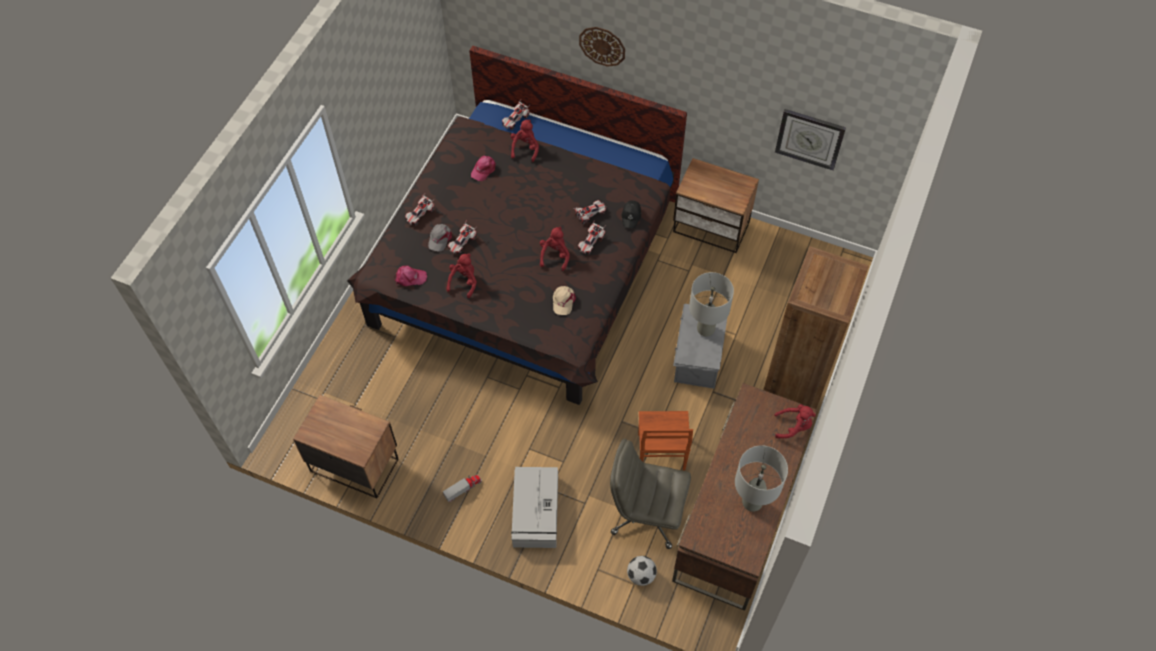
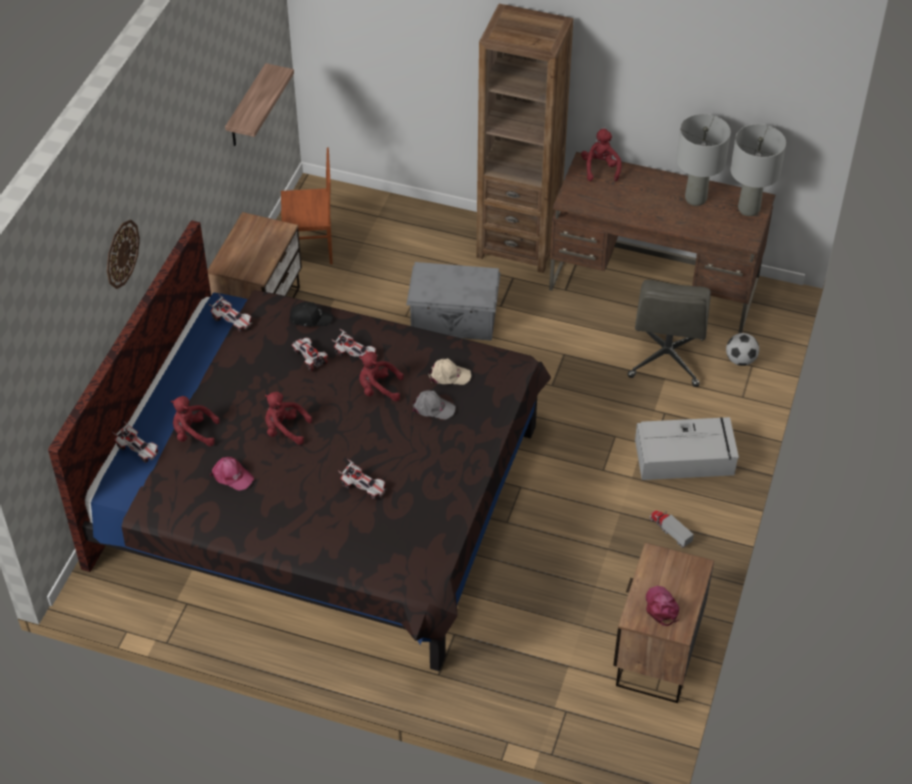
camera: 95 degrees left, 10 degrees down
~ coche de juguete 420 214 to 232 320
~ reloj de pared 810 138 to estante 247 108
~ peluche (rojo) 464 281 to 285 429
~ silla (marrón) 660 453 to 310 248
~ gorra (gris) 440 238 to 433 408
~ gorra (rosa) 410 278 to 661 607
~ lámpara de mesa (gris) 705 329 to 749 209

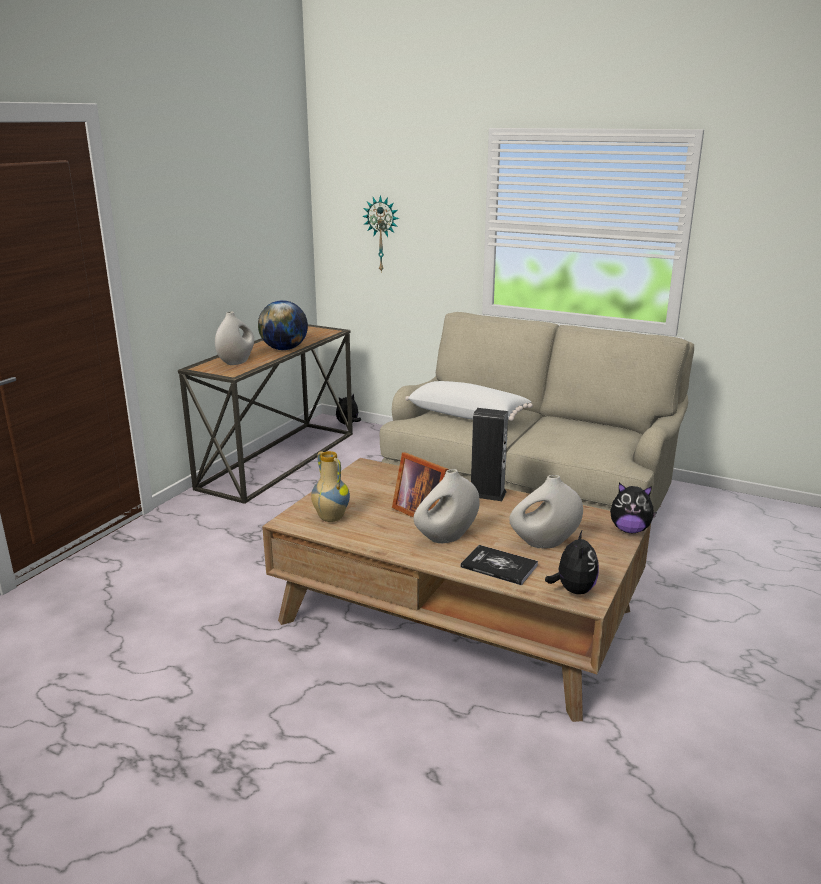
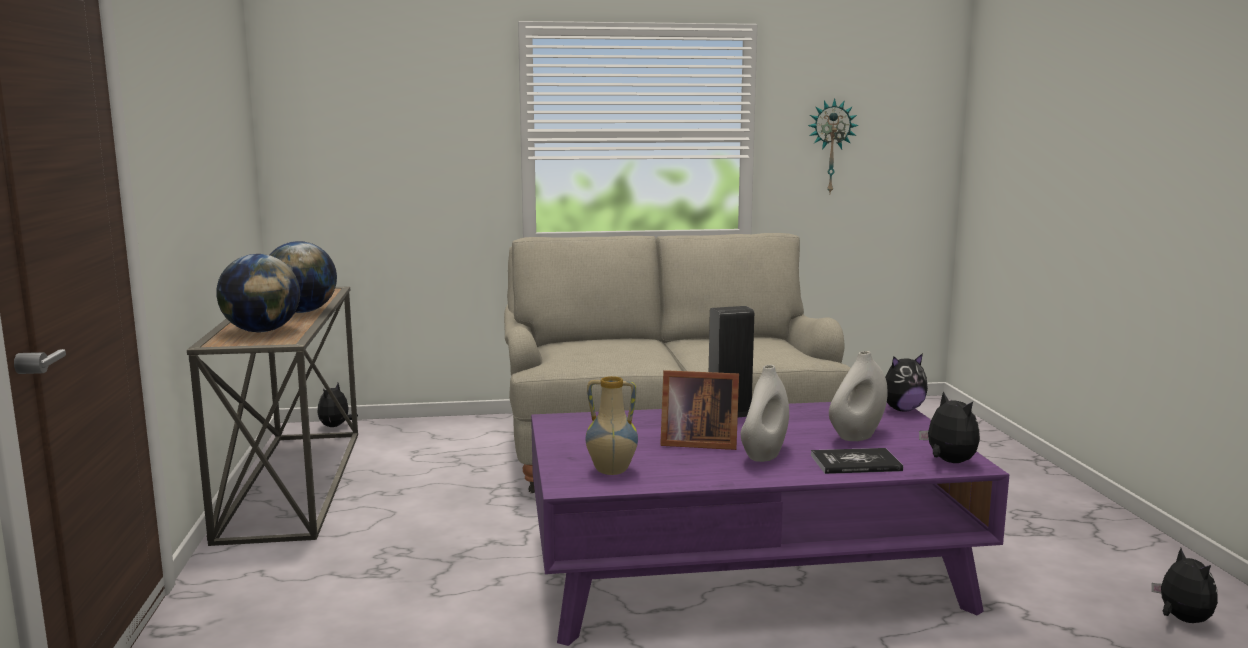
camera: 35 degrees left, 10 degrees down
~ florero (blanco) 236 362 to globo terráqueo 262 331
~ mesa de centro (marrón) 457 616 to mesa de centro (morado) 746 569
~ reloj de pared 382 234 to 830 146
+ peluche 1181 619
- cojín (blanco) 468 415

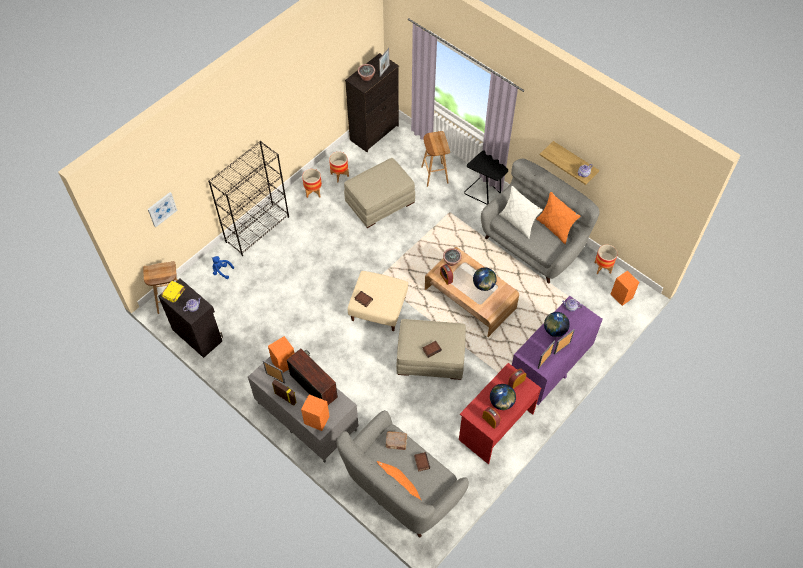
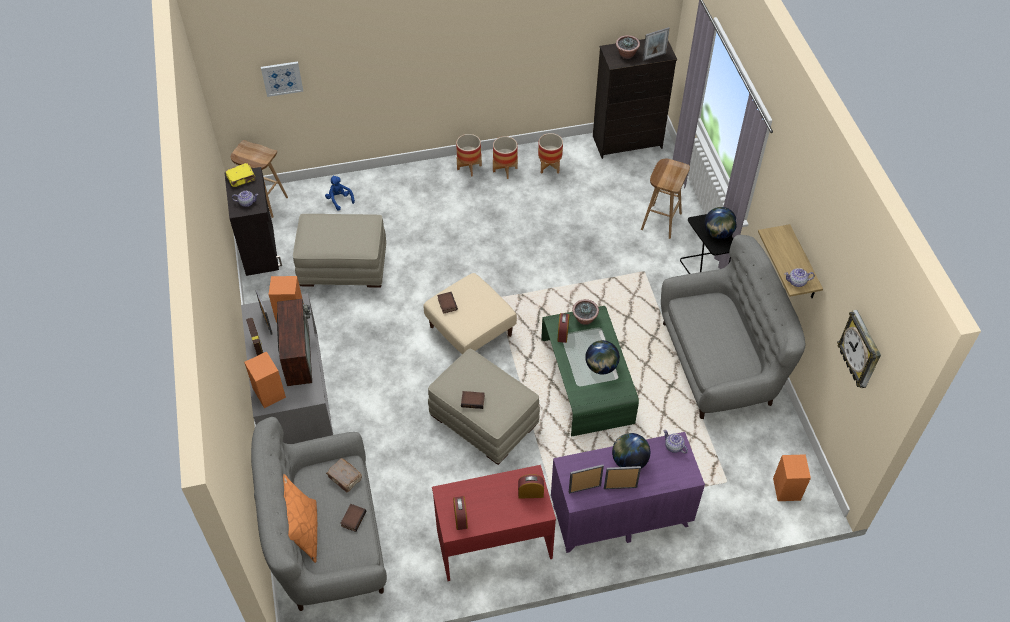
camera: 35 degrees right, 5 degrees down
~ puf (beis) 380 201 to 343 264
~ maceta 602 267 to 469 167
~ mesa de centro (marrón) 470 298 to mesa de centro (verde) 586 380
~ globo terráqueo 501 402 to 718 233
+ reloj de pared 860 350
- estantería (negro) 257 229
- cojín (blanco) 518 222
- cojín (naranja) 555 228

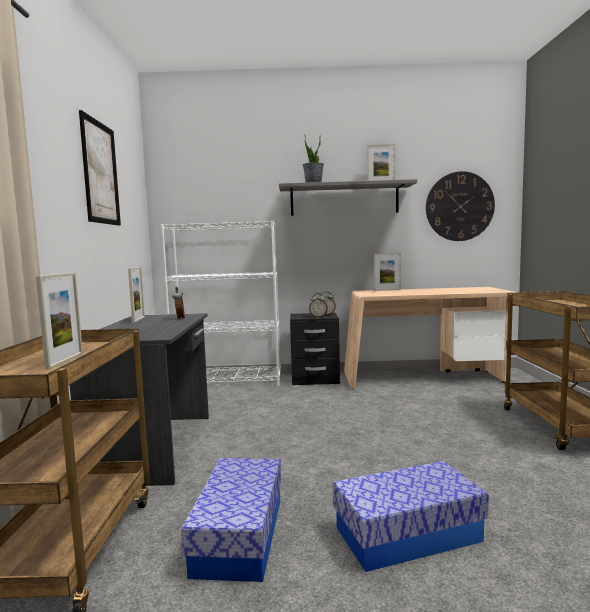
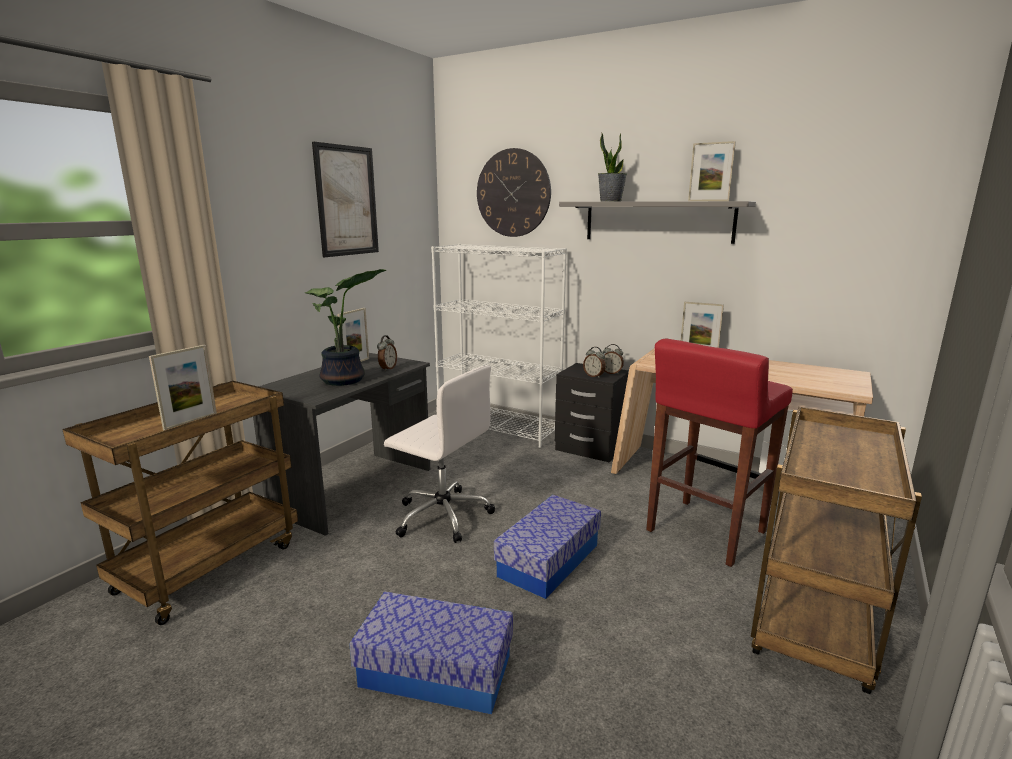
camera: 30 degrees right, 10 degrees up
+ planta en maceta 344 381
+ silla de oficina (blanco) 441 515
~ reloj de pared 459 206 to 513 193
~ caja de almacenaje 240 535 to 549 560
+ taburete (rojo) 704 532

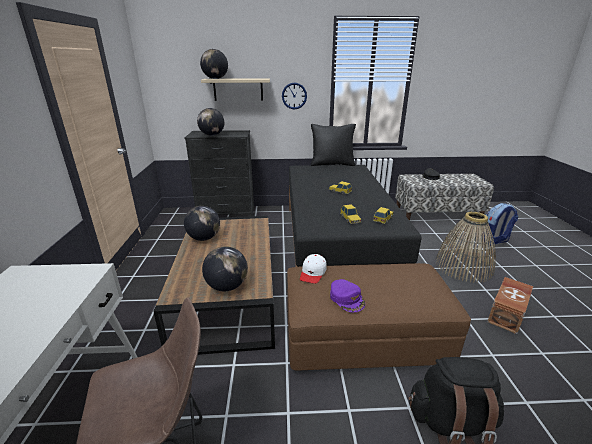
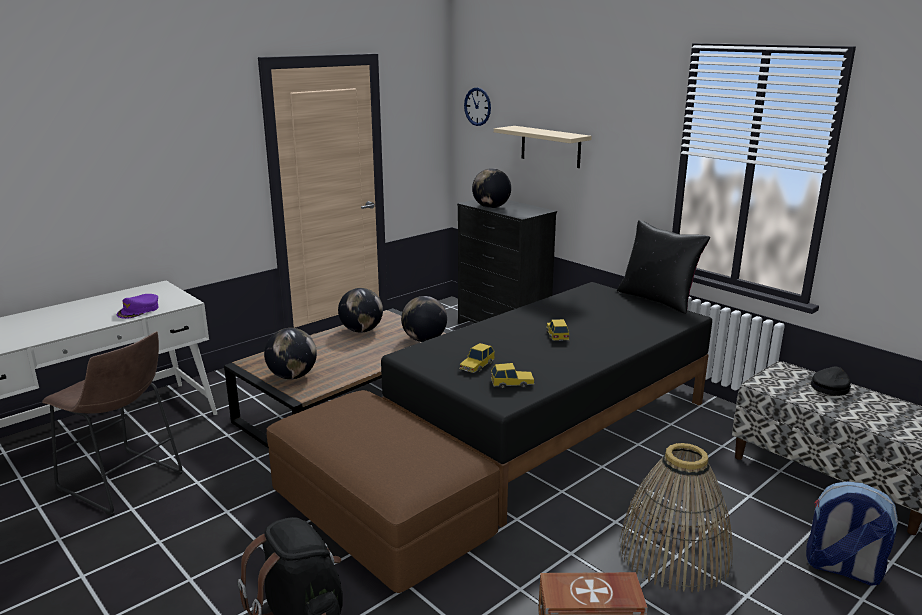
camera: 50 degrees right, 5 degrees down
~ gorra (morado) 347 298 to 139 310
~ globo terráqueo 215 79 to 424 340
~ reloj de pared 294 96 to 477 106
- gorra (blanco) 313 273

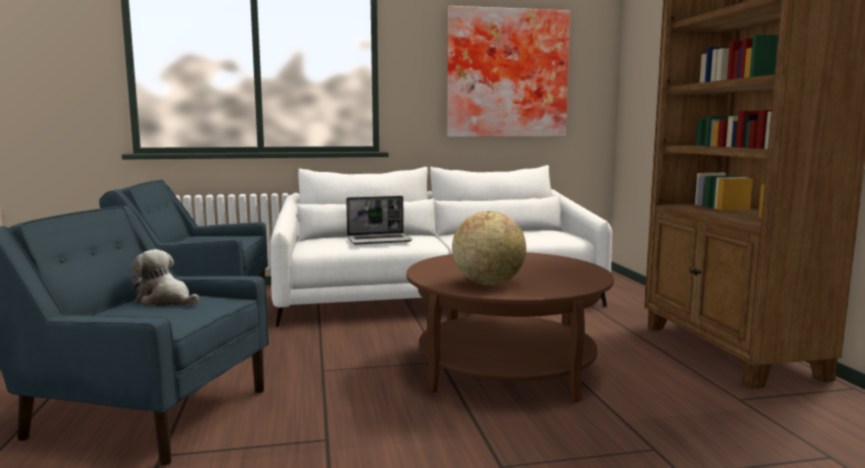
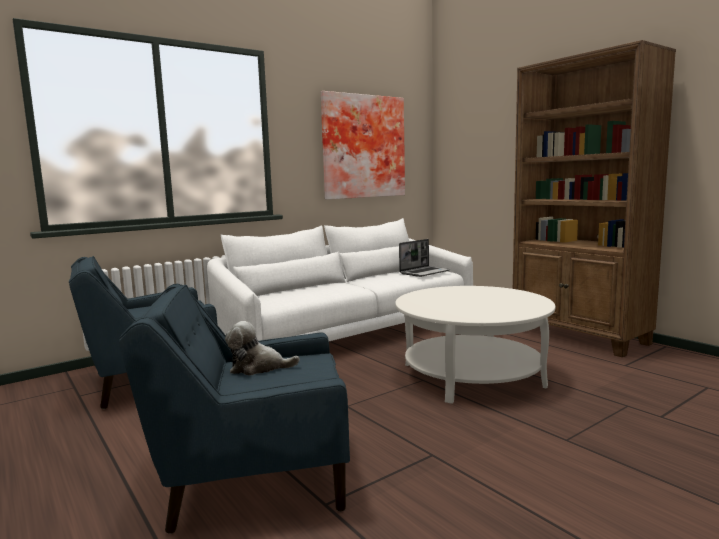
camera: 25 degrees left, 0 degrees up
~ mesa de centro (marrón) 506 368 to mesa de centro (blanco) 472 375
~ portátil 379 240 to 424 272
- globo terráqueo 488 283

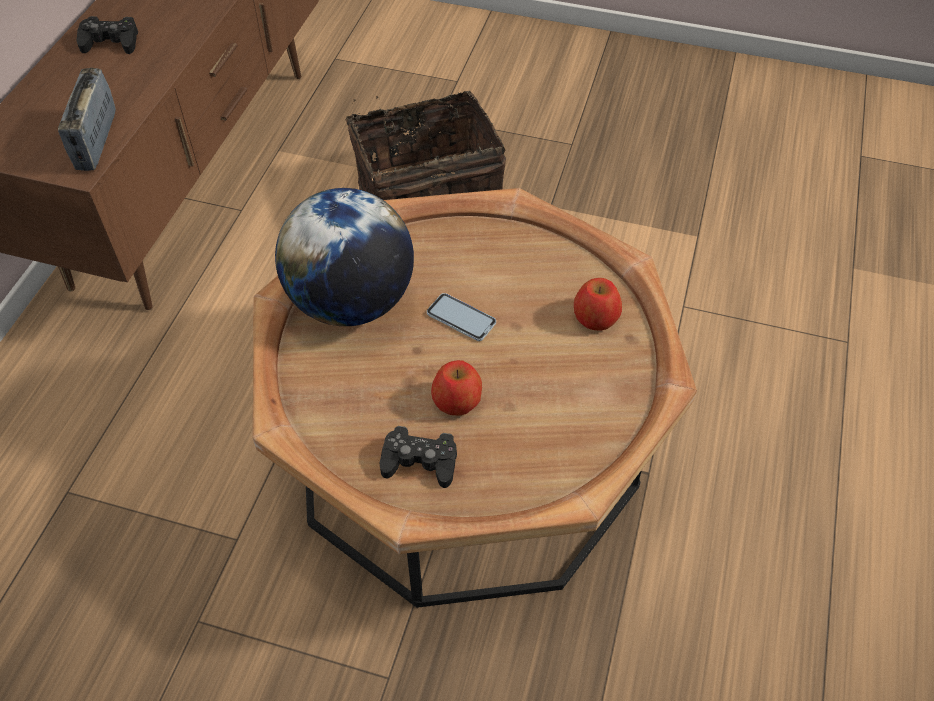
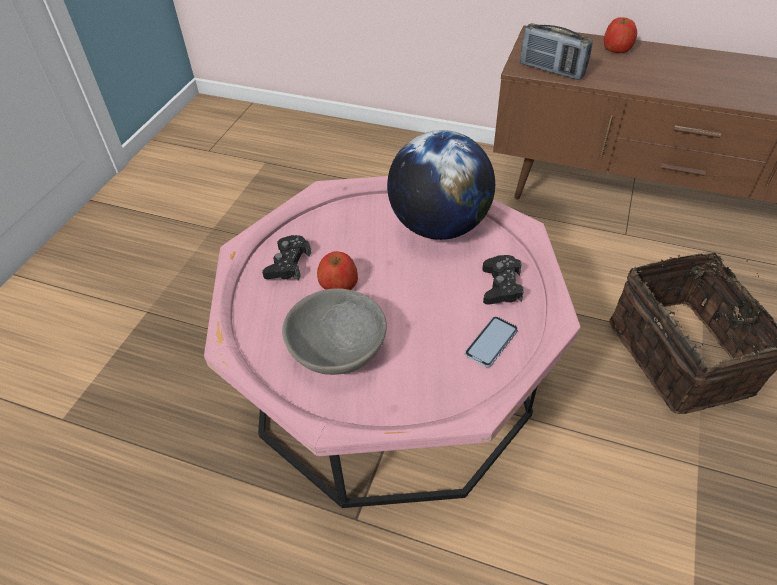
camera: 95 degrees right, 5 degrees down
~ mesa de centro (marrón) 467 447 to mesa de centro (rosa) 392 379
+ cuenco (gris) 339 350
~ móvil 461 318 to 491 342
~ mando de consola (negro) 111 42 to 501 286
~ radio 96 141 = 551 70 150 degrees counterclockwise
~ manzana 596 316 to 617 48

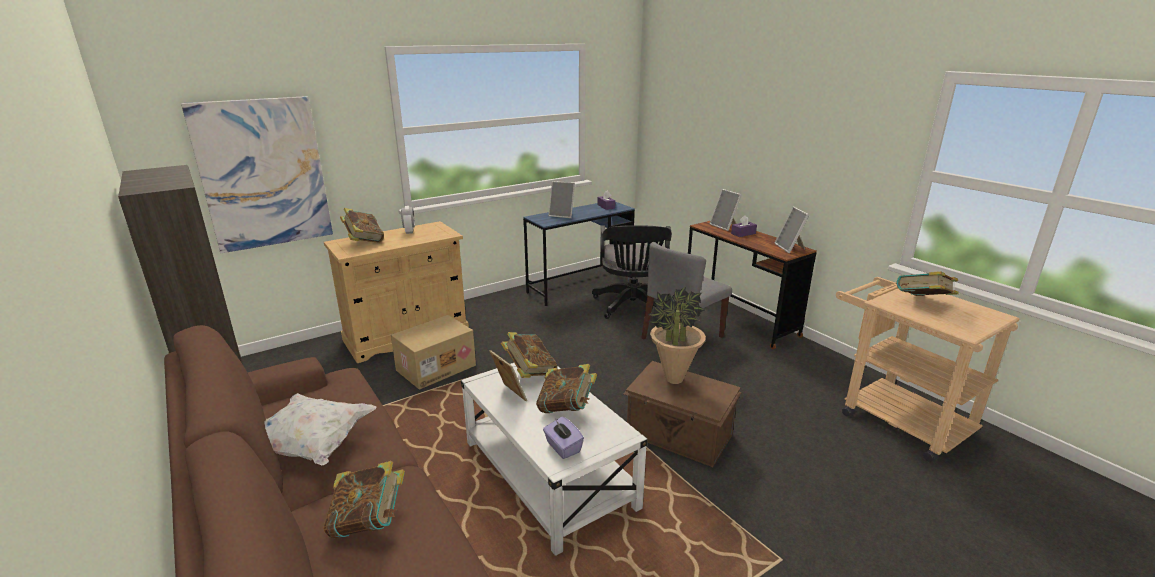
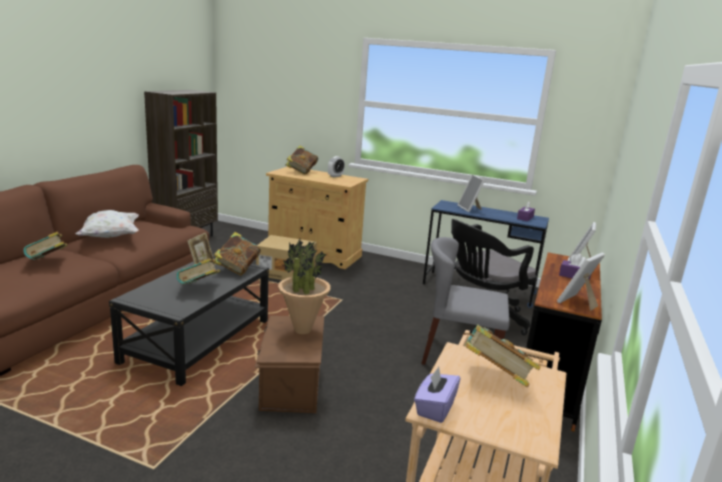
camera: 55 degrees right, 5 degrees down
~ mesa de centro (blanco) 548 474 to mesa de centro (negro) 198 341
~ caja de pañuelos (morado) 562 447 to 435 408
- cuadro 263 174

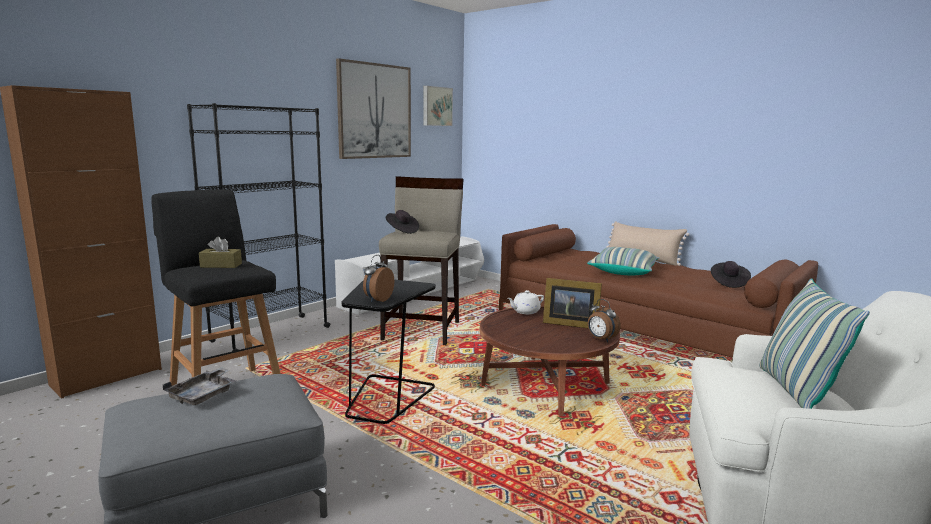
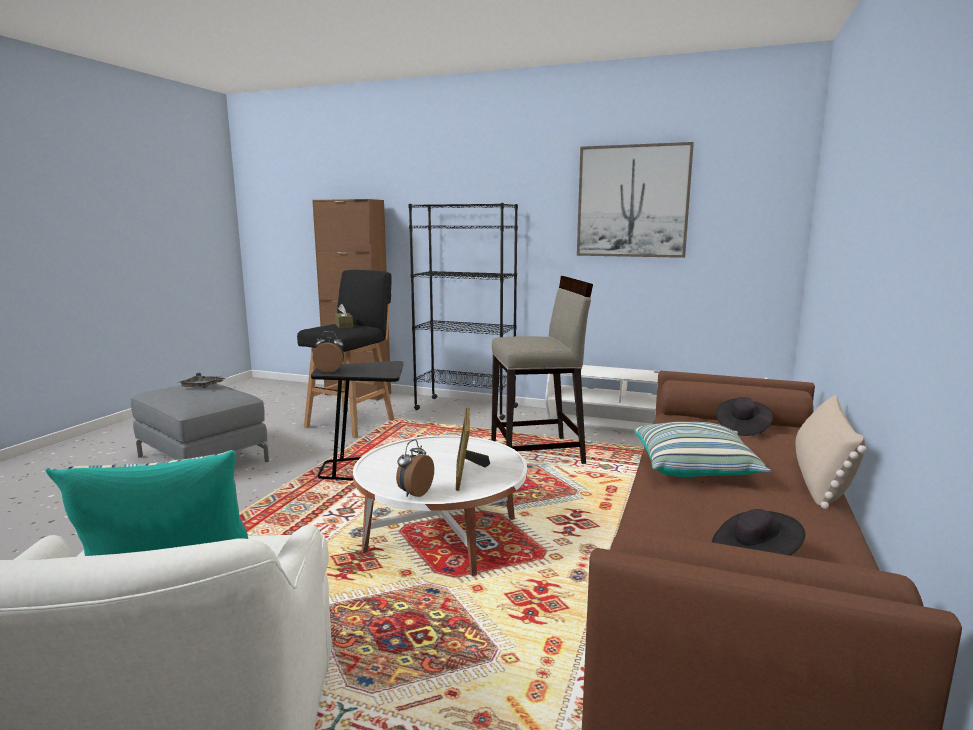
camera: 70 degrees right, 0 degrees up
~ mesa de centro (marrón) 545 384 to mesa de centro (blanco) 442 535
~ sombrero (negro) 401 231 to 741 428
- cuadro 436 106
- tetera (blanco) 525 311

